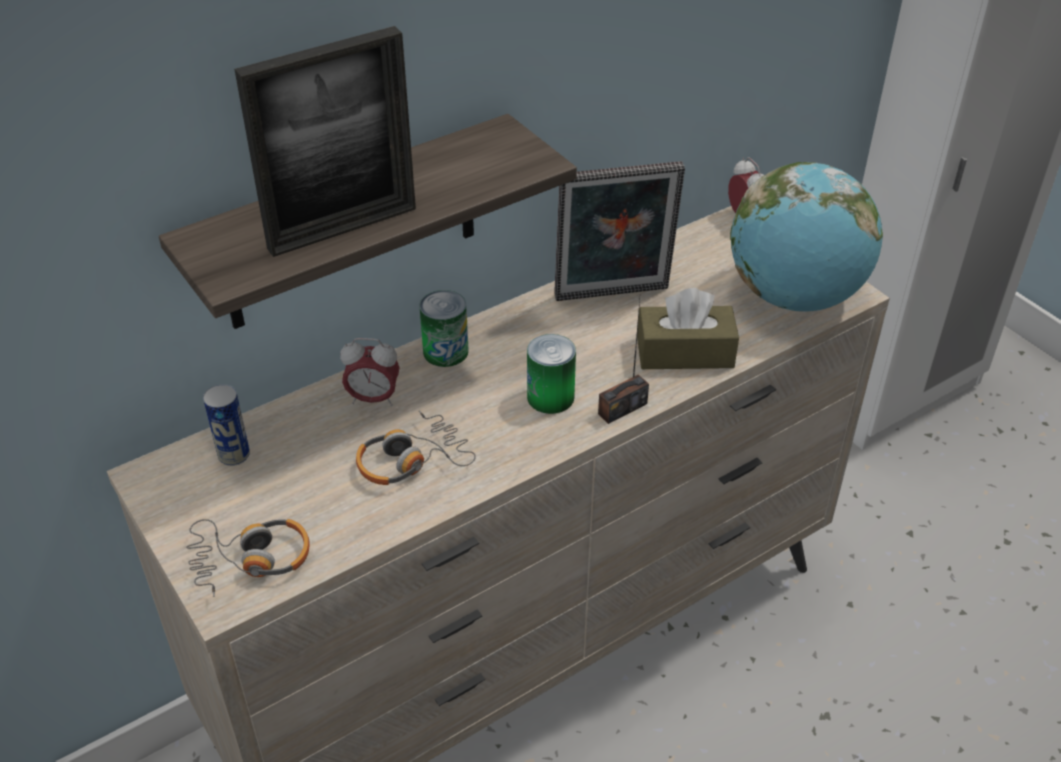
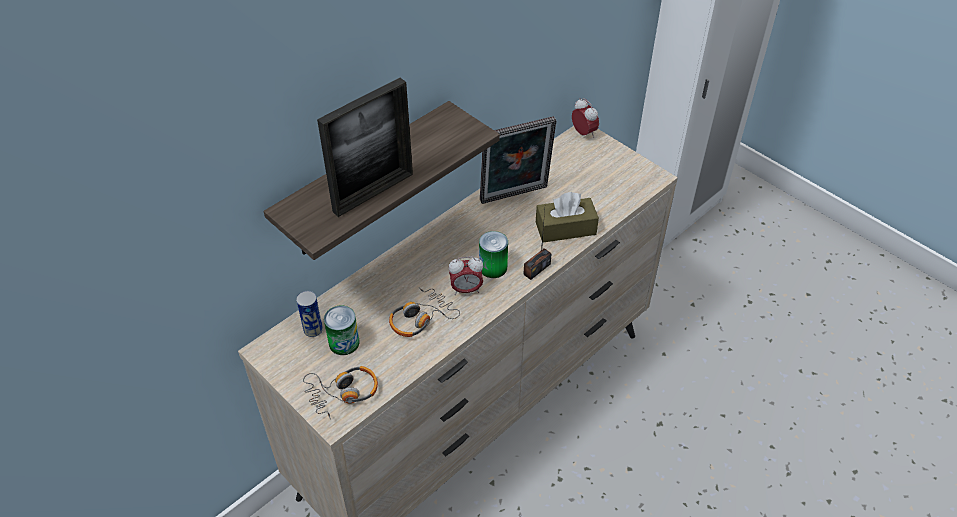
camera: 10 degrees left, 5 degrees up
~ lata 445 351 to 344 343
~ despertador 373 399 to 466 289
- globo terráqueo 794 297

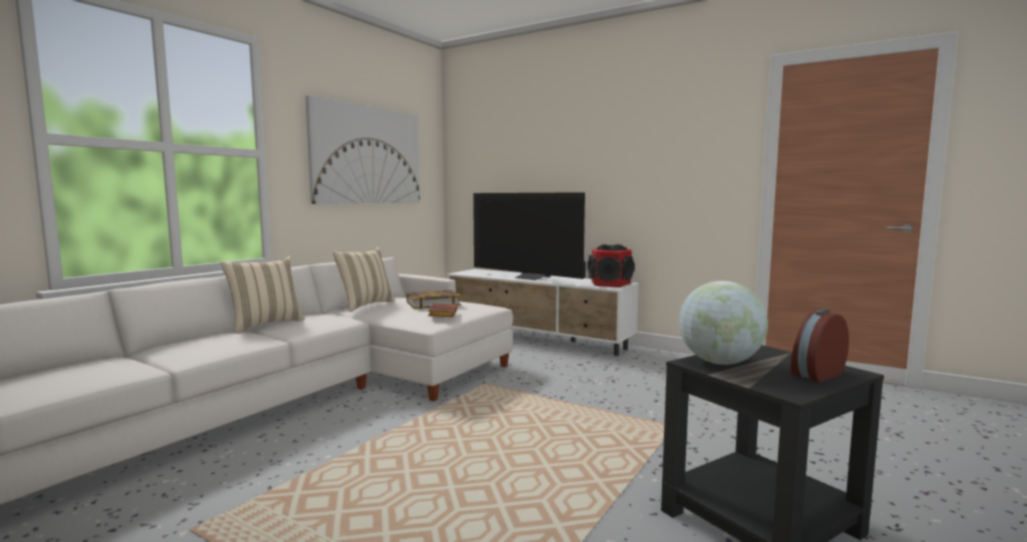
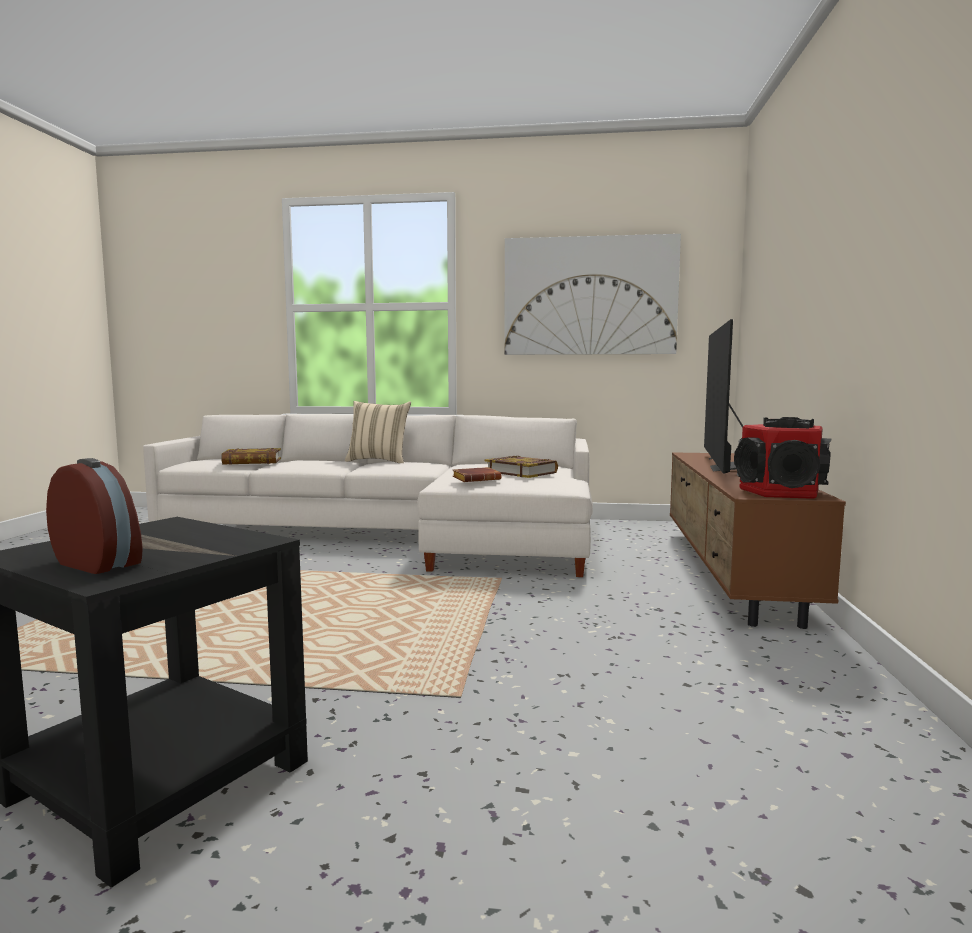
camera: 65 degrees right, 0 degrees up
+ libro 252 461
~ mueble de televisión (blanco) 537 339 to mueble de televisión (marrón) 731 572
- cojín (beis) 365 305
- globo terráqueo 719 362

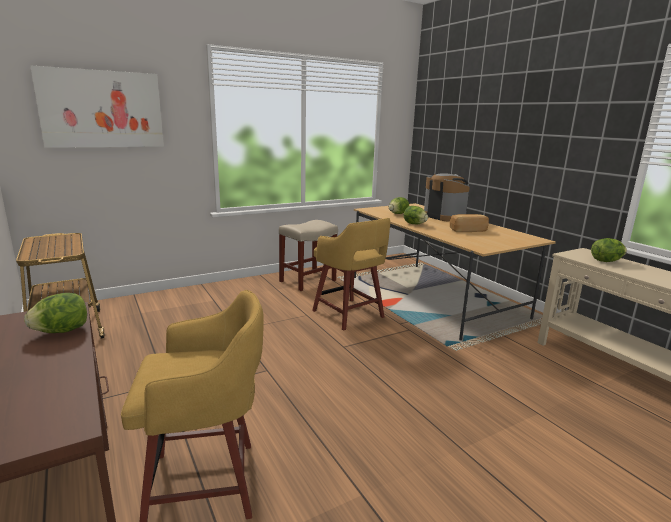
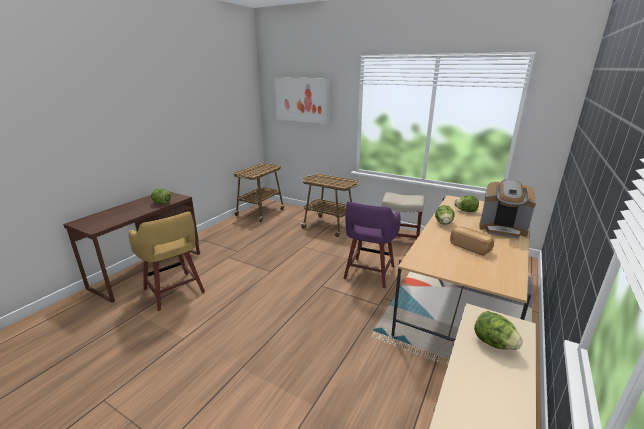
camera: 60 degrees right, 5 degrees up
+ carrito 329 226
~ taburete (amarillo) 349 315 to taburete (morado) 368 273
~ cafetera 444 216 = 502 229 90 degrees clockwise

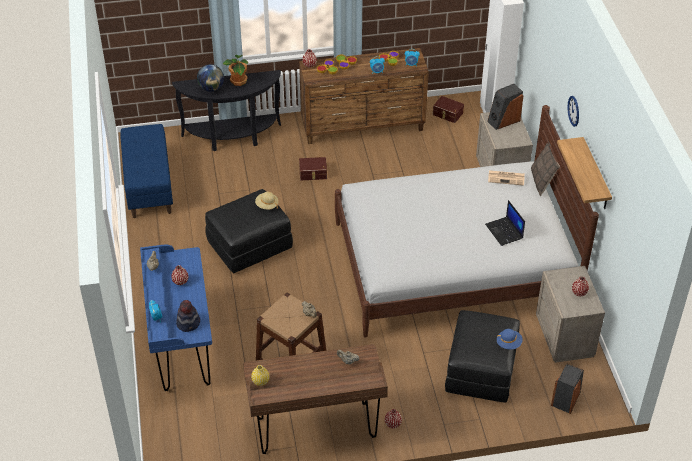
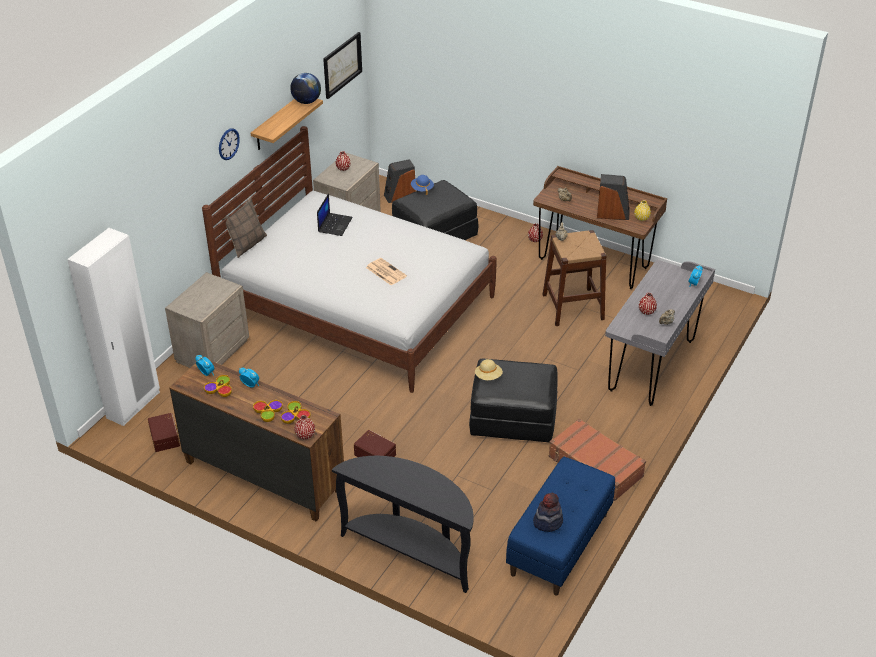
camera: 140 degrees left, 5 degrees down
~ globo terráqueo 211 88 to 306 101
+ cuadro 342 65
~ periódico 506 178 to 385 272
~ sombrero 188 323 to 547 521
+ maleta (marrón) 595 467
~ altavoz 503 120 to 612 213
~ escritorio (azul) 182 347 to escritorio (gris) 652 366
- planta en maceta 238 81

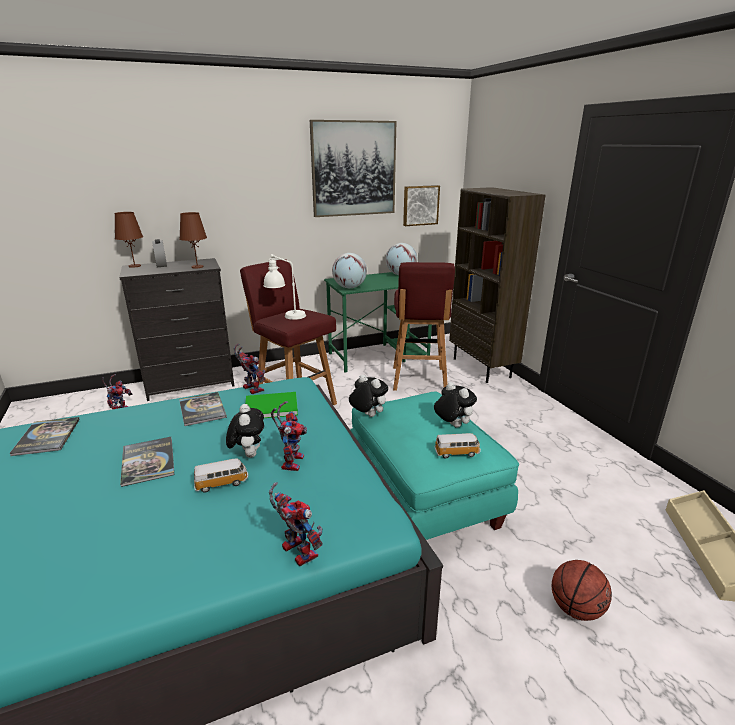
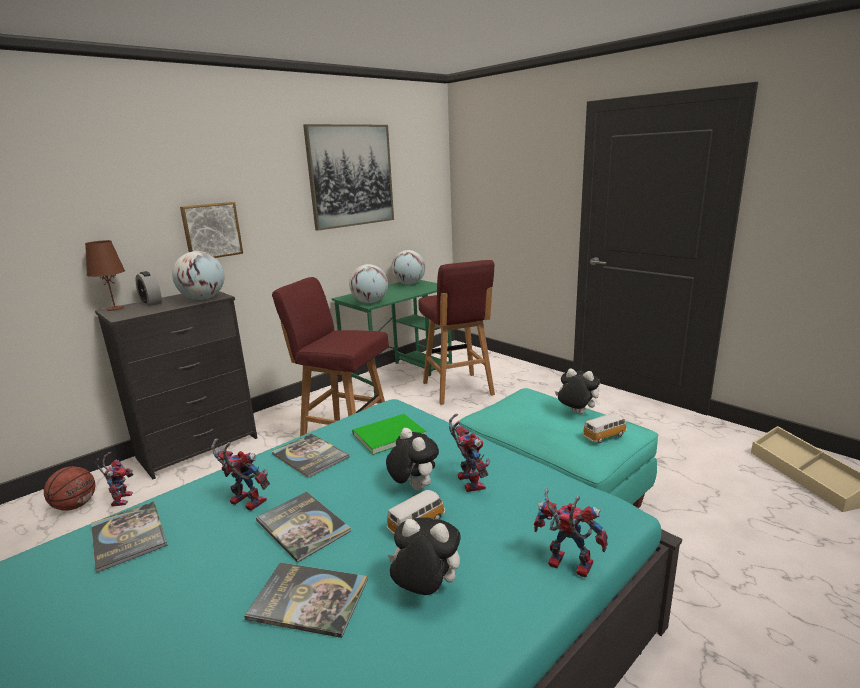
camera: 20 degrees left, 5 degrees down
~ balón de baloncesto 576 608 to 76 505
~ lámpara de mesa (marrón) 197 267 to globo terráqueo 203 299
~ cuadro 420 205 to 211 230
~ robot de juguete 250 389 to 243 502
+ libro 308 599
~ peluche 367 415 to 425 590
- lámpara de mesa (blanco) 286 317
- estantería (marrón) 482 368

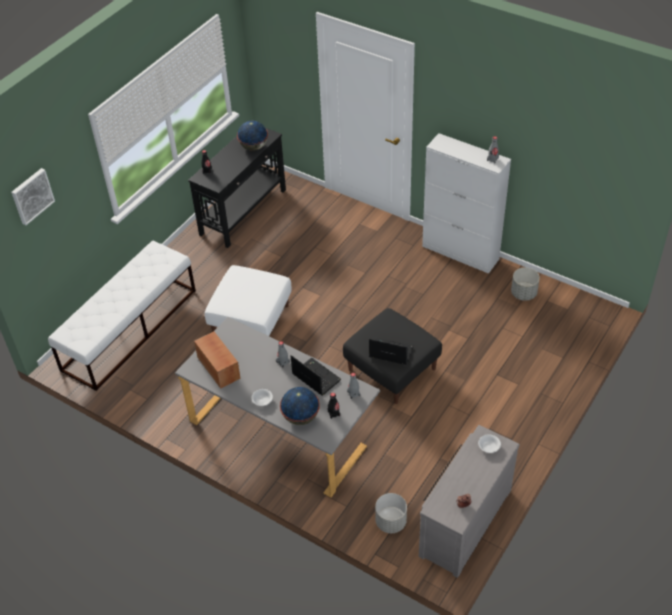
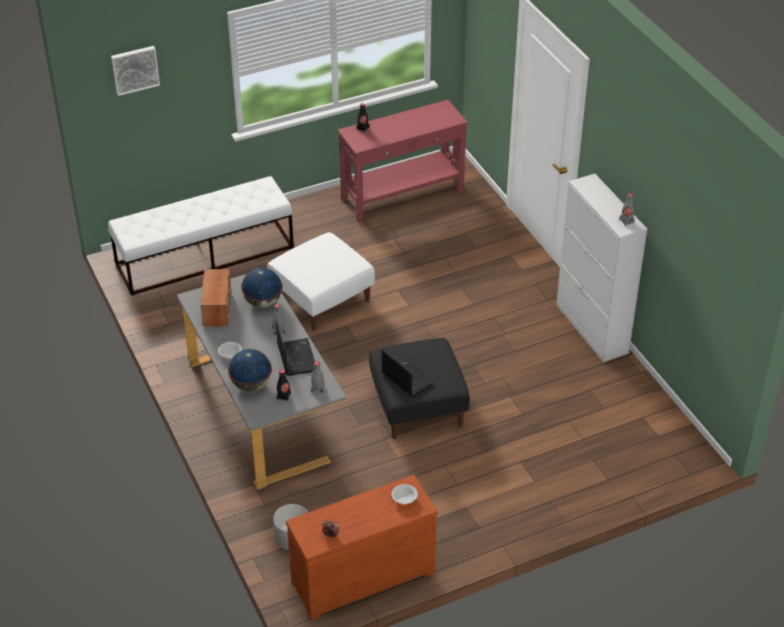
camera: 30 degrees right, 5 degrees down
~ globo terráqueo 253 147 to 262 302
~ cómoda (gris) 462 521 to cómoda (marrón) 361 575
~ mesa consola (negro) 244 212 to mesa consola (rojo) 403 194
- maceta (gris) 523 293

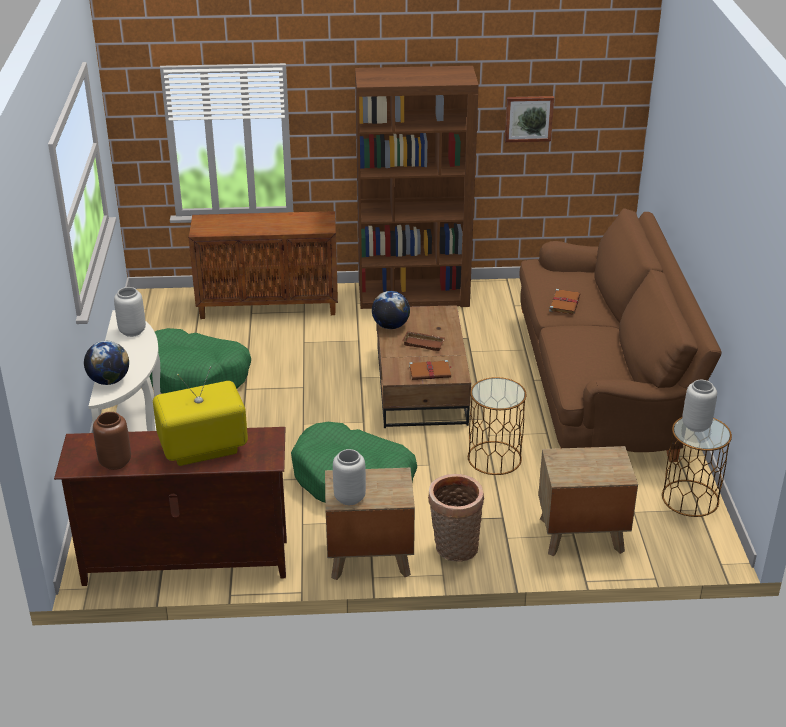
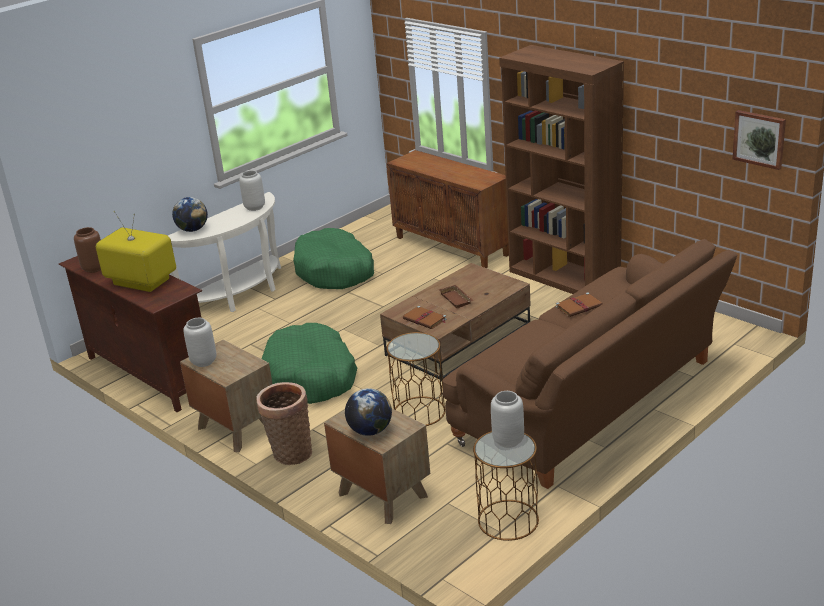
camera: 50 degrees right, 5 degrees down
~ globo terráqueo 390 326 to 370 431
~ cuadro 528 118 to 759 139

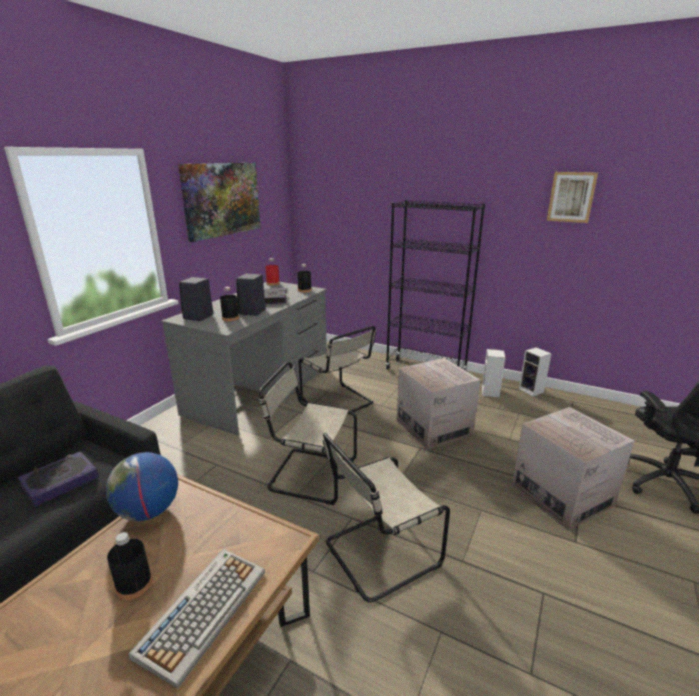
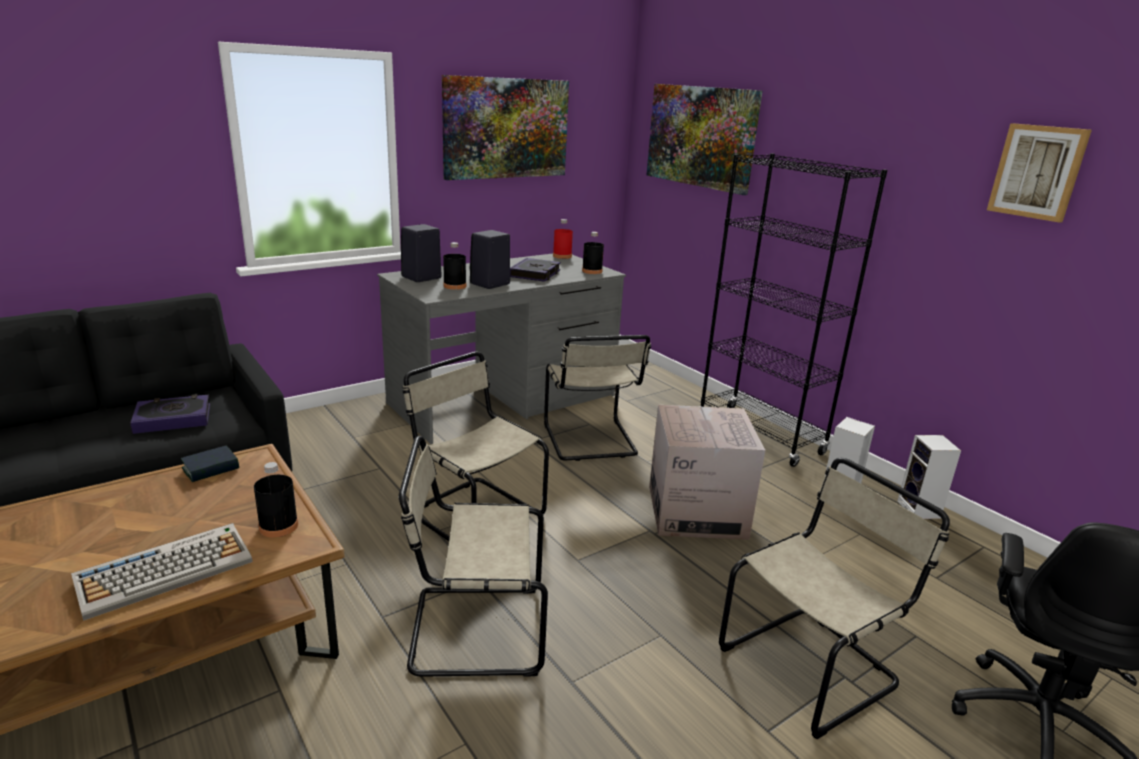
camera: 25 degrees right, 0 degrees up
~ globo terráqueo 148 511 to libro 211 468
~ botella (negro) 134 584 to 278 526
+ cuadro 700 136
~ caja de cartón 562 495 to silla (beis) 812 665

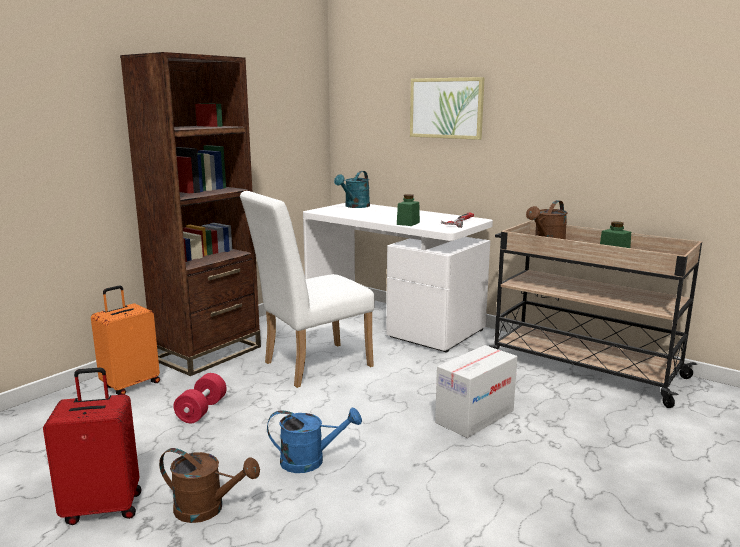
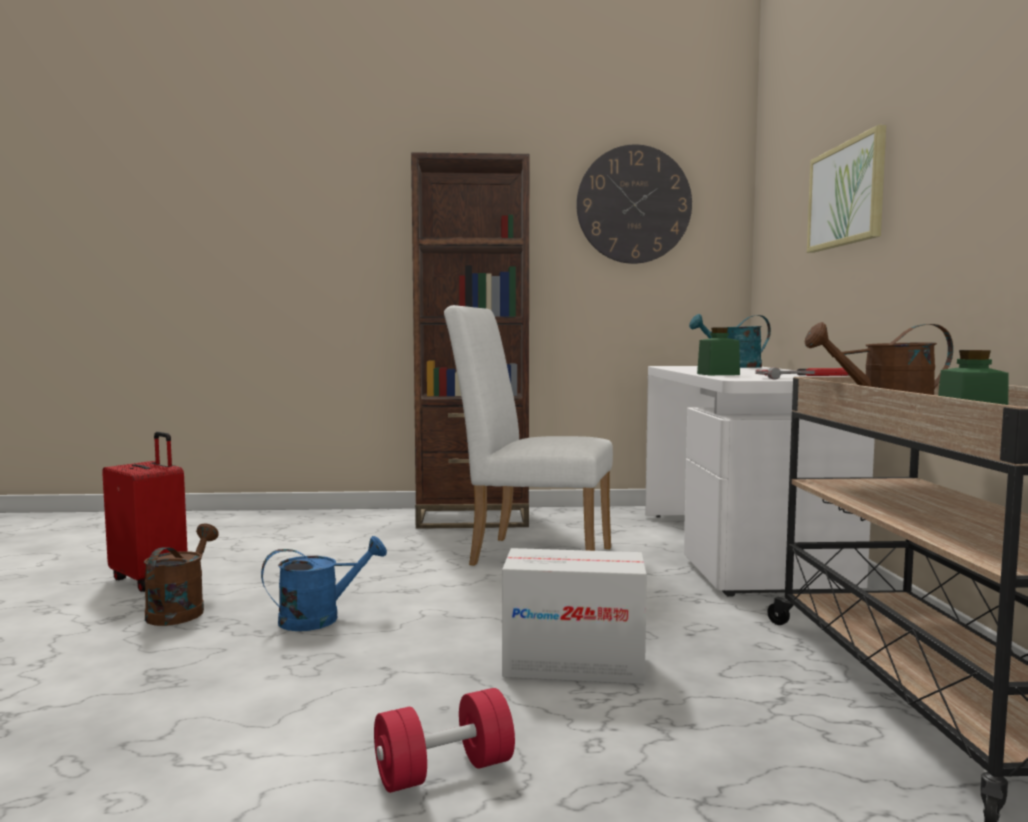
camera: 50 degrees right, 10 degrees down
~ regadera (marrón) 207 509 = 180 610 150 degrees counterclockwise
~ regadera (azul) 310 461 = 320 618 75 degrees counterclockwise
~ mancuerna (rojo) 202 410 to 444 771
+ reloj de pared 633 205
- maleta (naranja) 130 385

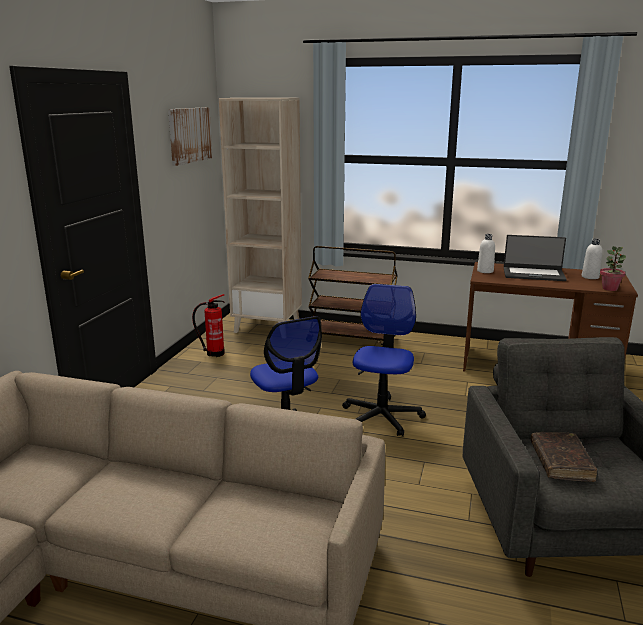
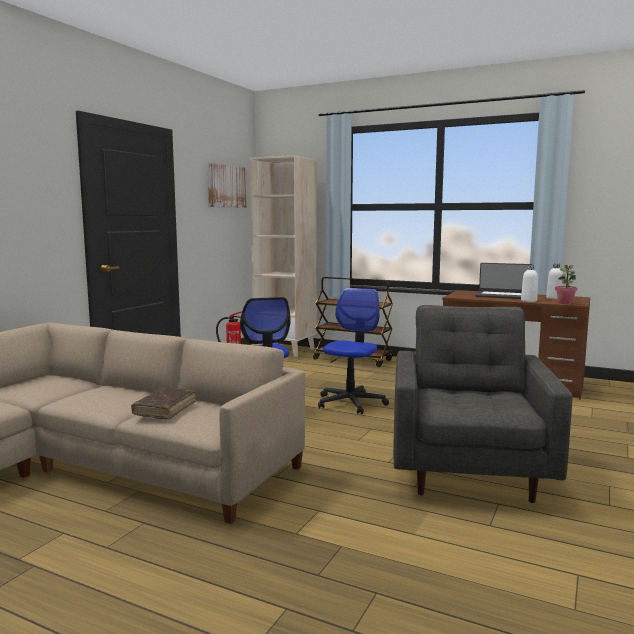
camera: 10 degrees right, 10 degrees down
~ libro (marrón) 561 462 to 165 409
~ botella (blanco) 485 271 to 528 301

